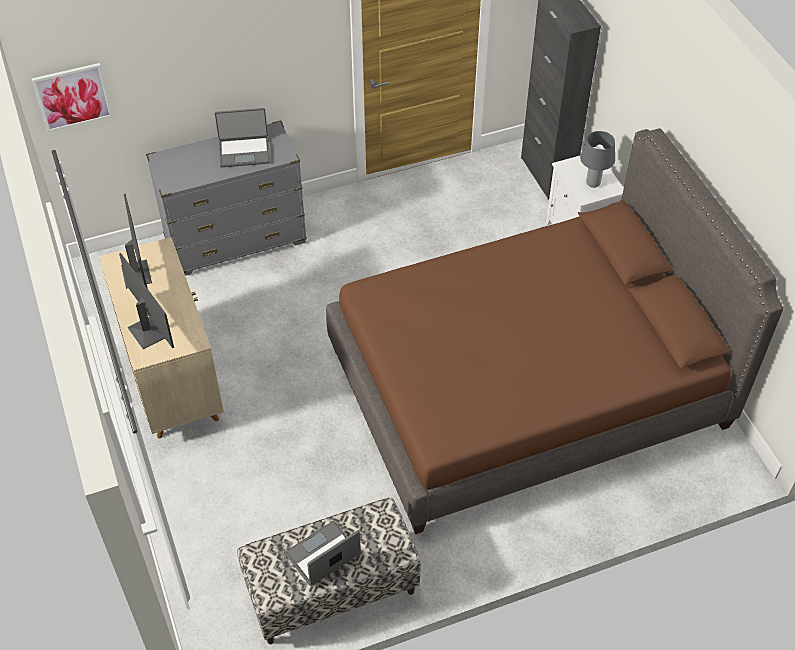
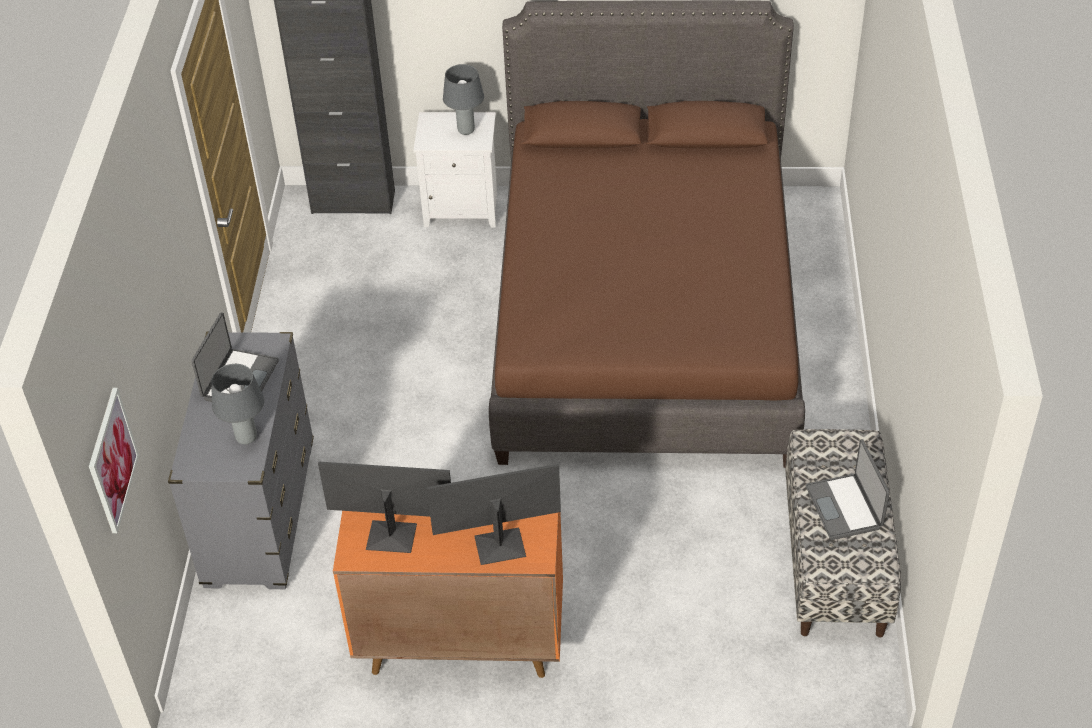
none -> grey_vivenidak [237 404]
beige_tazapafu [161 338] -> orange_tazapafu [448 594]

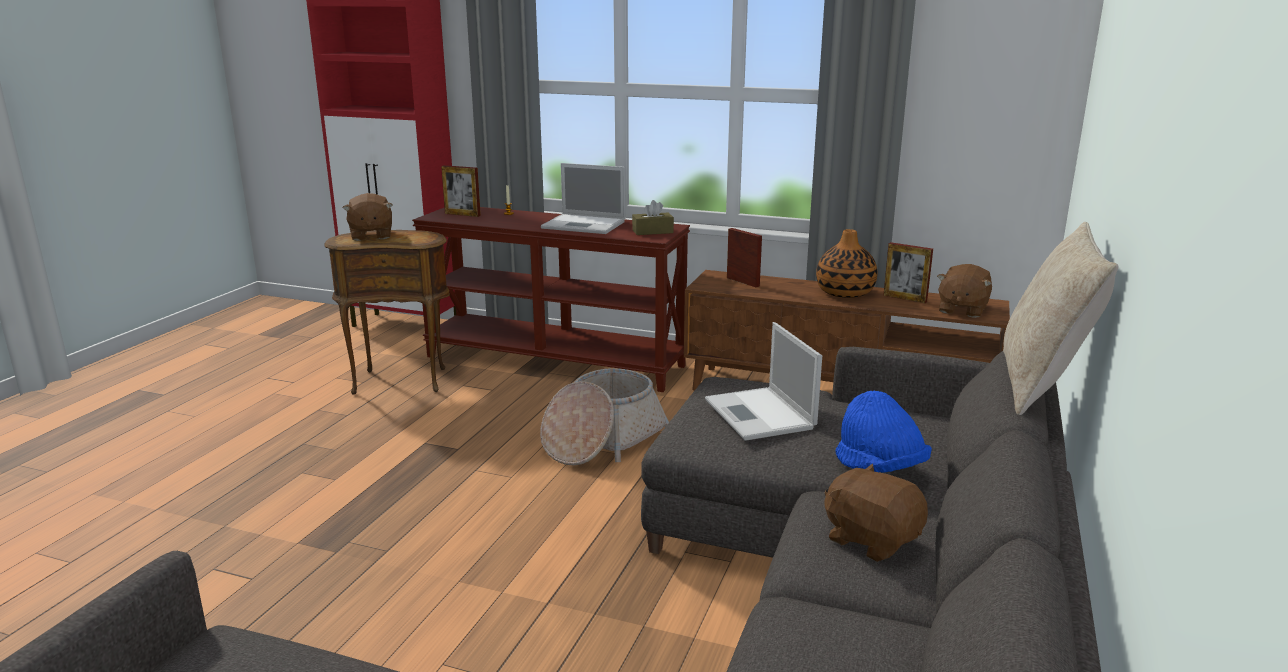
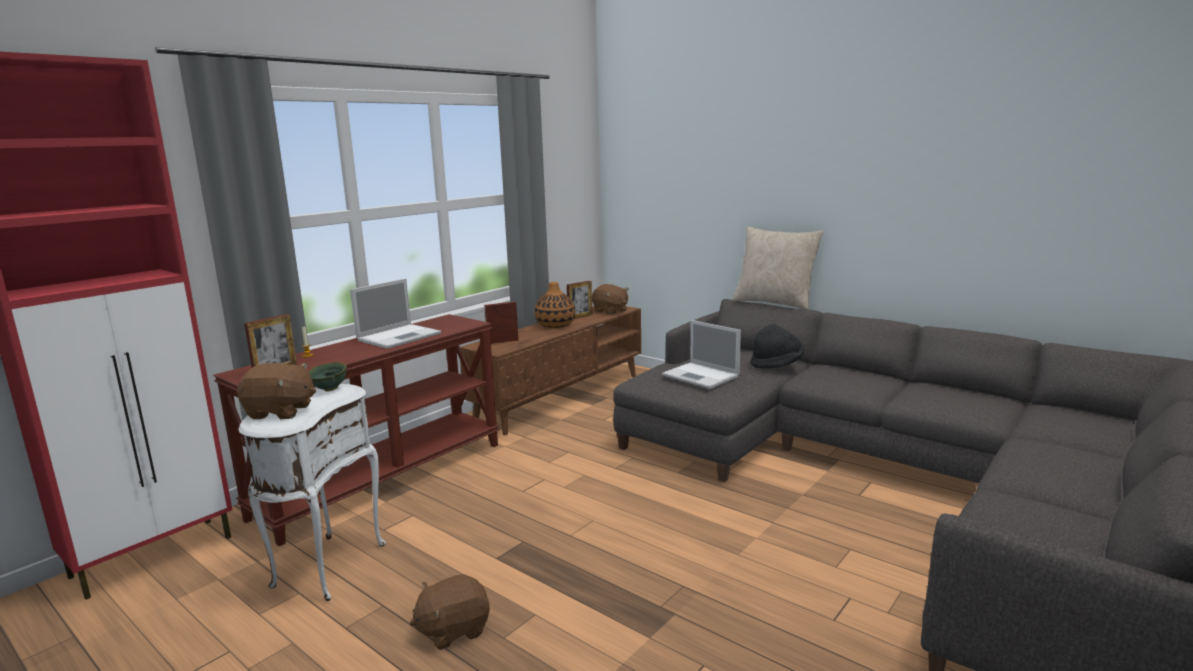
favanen [604 416] -> none
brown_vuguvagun [653 217] -> none
none -> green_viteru [327 376]
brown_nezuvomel [876 512] -> brown_nezuvomel [450 612], moved
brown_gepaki [387 312] -> white_gepaki [312 492]
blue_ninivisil [883 432] -> black_ninivisil [777 346]
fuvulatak [763 381] -> fuvulatak [701 354], 45 degrees clockwise

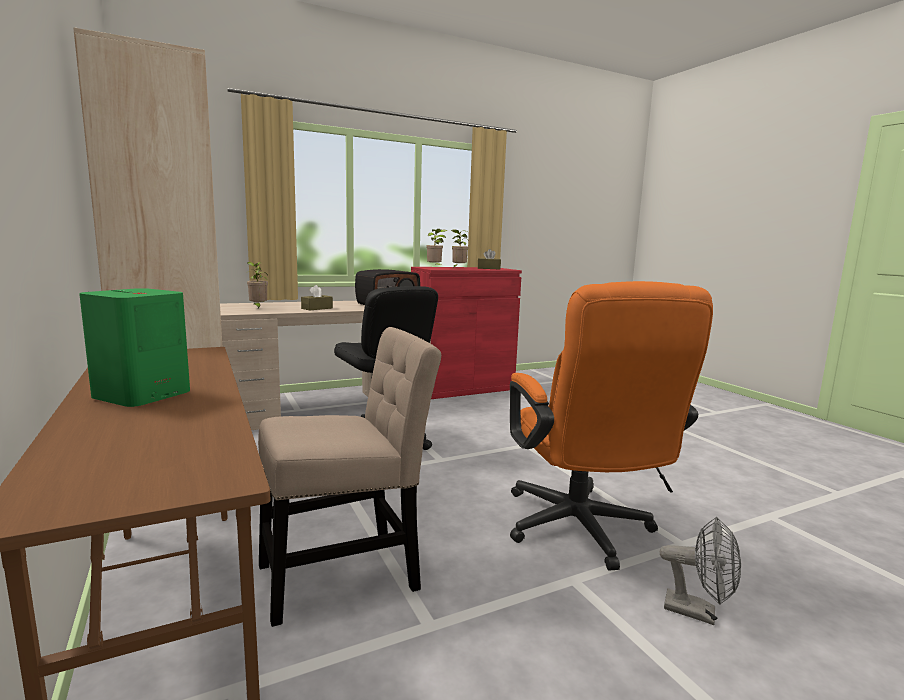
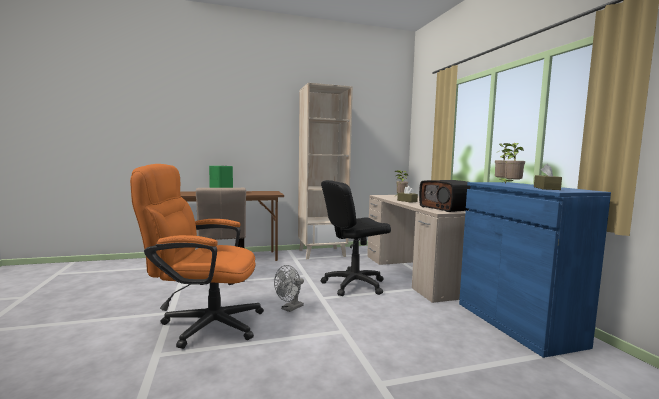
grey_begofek [700 571] -> grey_begofek [289 288], moved
red_tazapafu [466 333] -> blue_tazapafu [535 270]

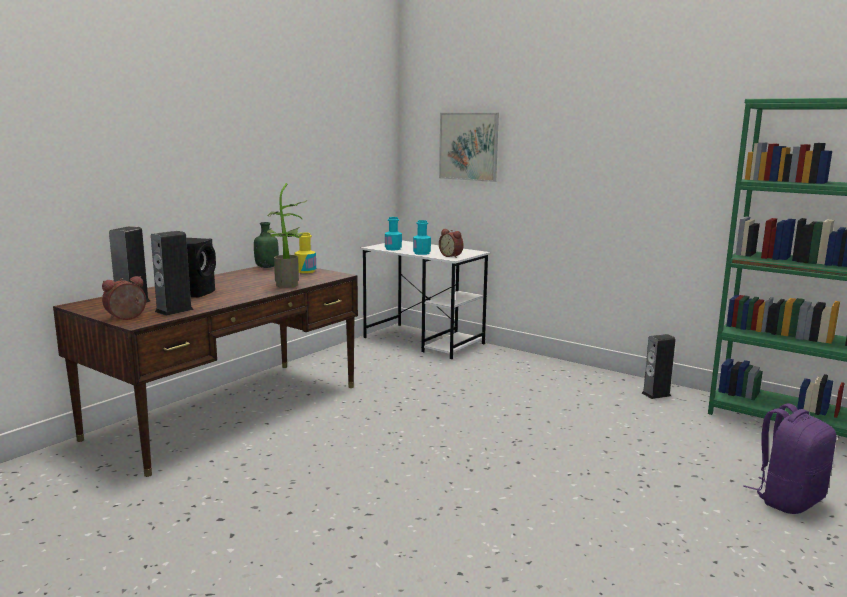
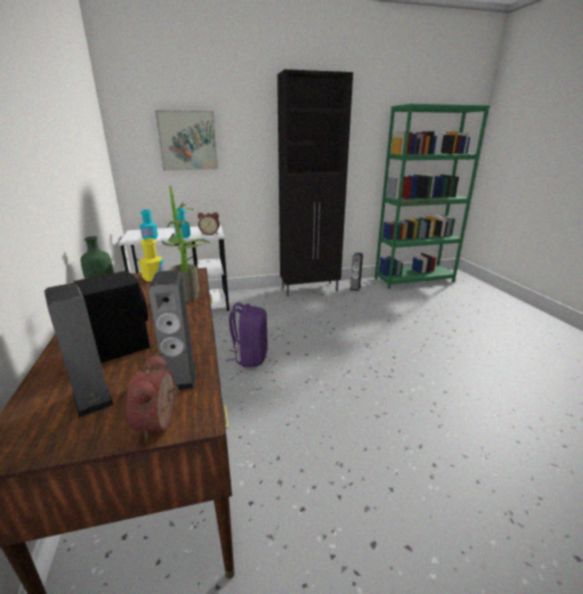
none -> black_tazapafu [315 182]
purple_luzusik [789 458] -> purple_luzusik [247 334], moved

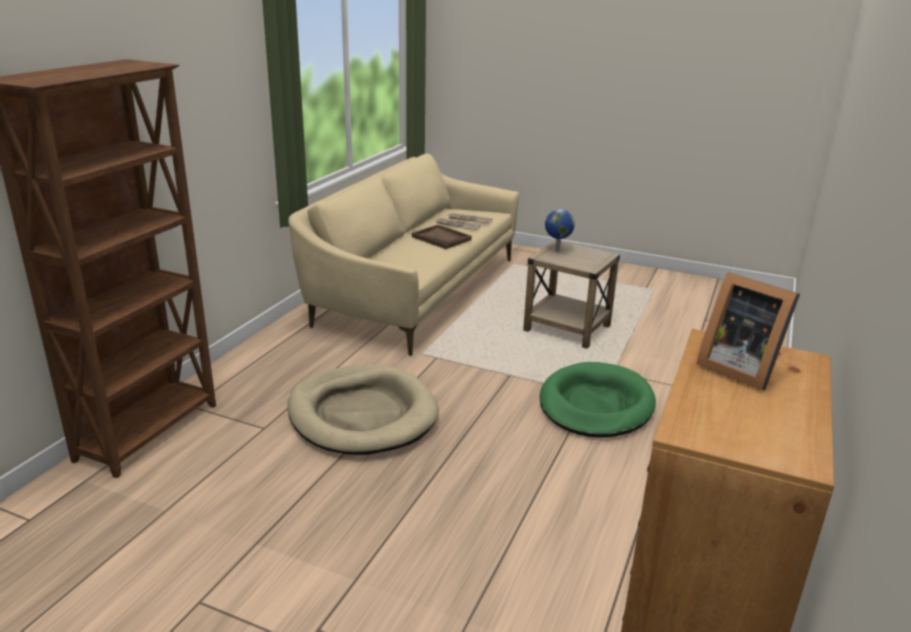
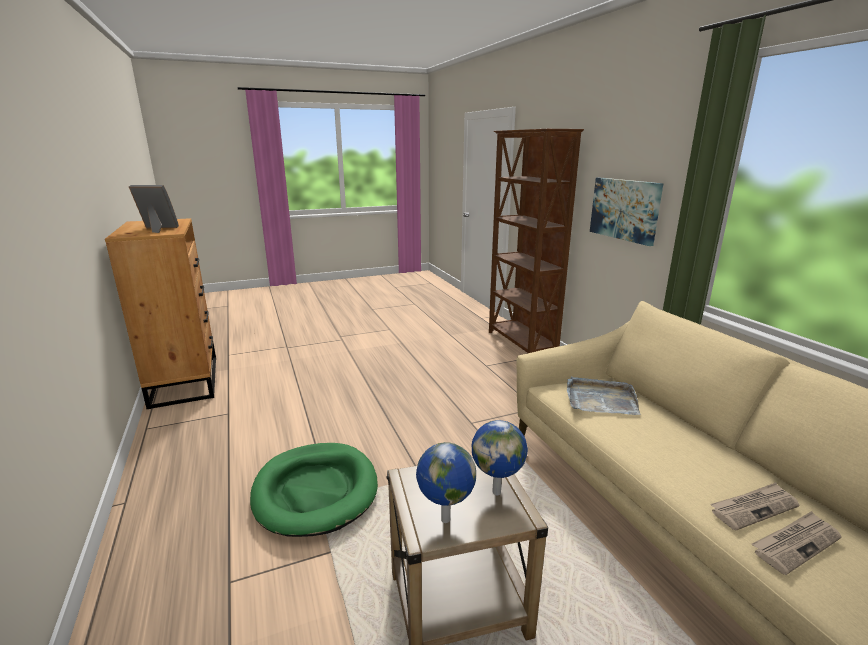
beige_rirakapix [363 409] -> none
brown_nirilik [442 237] -> none
none -> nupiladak [446 482]
none -> grey_nirilik [603 395]
none -> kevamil [626 211]

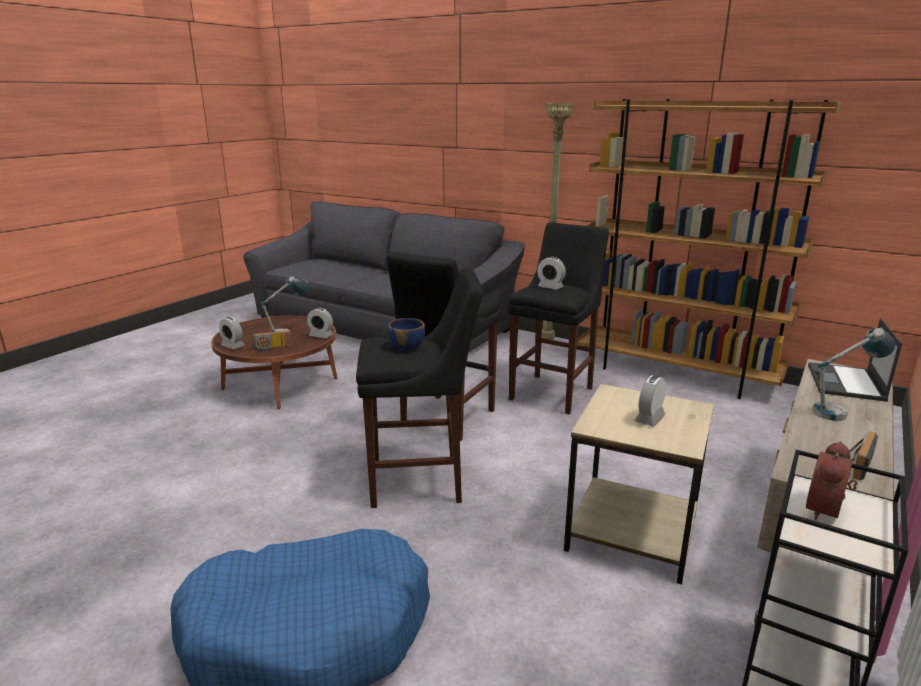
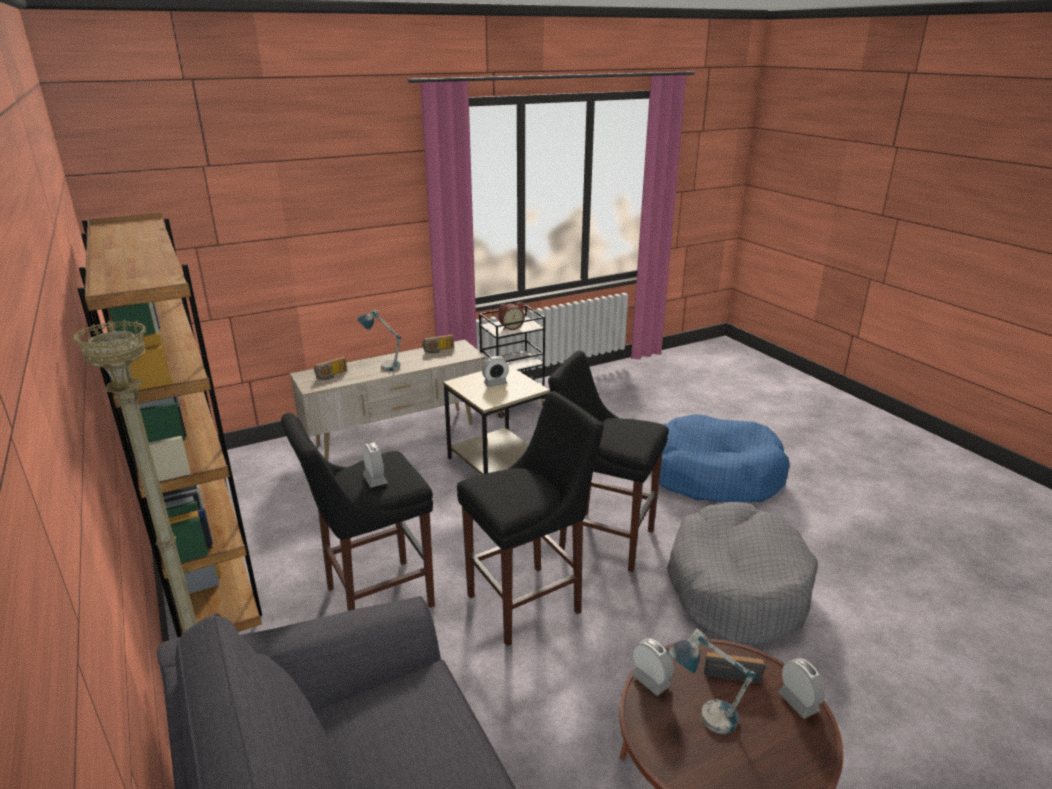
blue_viteru [406 334] -> none
none -> grey_rirakapix [742 573]
fuvulatak [855 360] -> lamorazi [330 368]

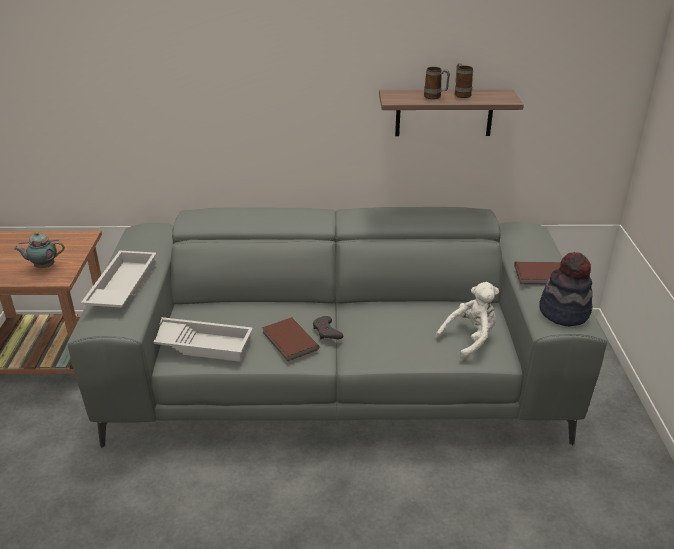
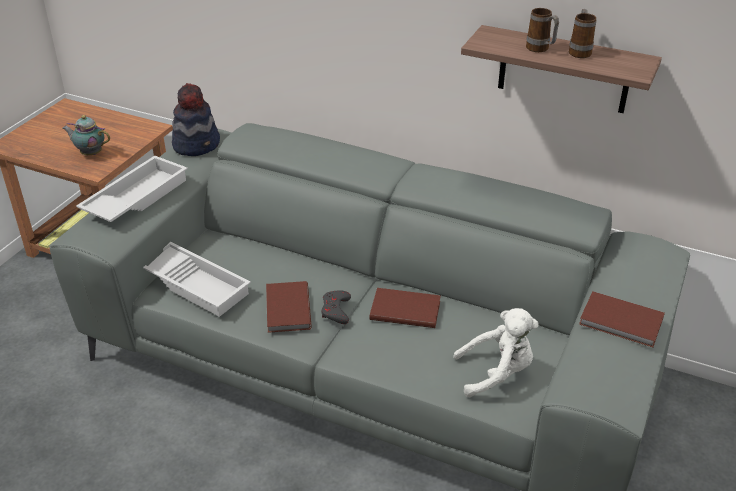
none -> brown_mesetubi [405 308]
ninivisil [566 289] -> ninivisil [196 119], moved

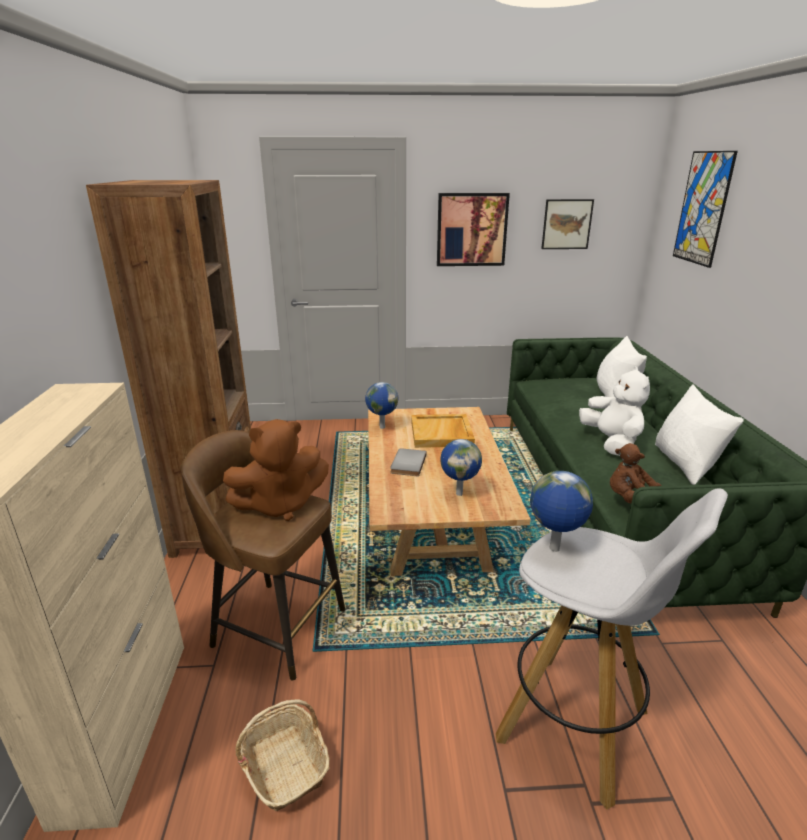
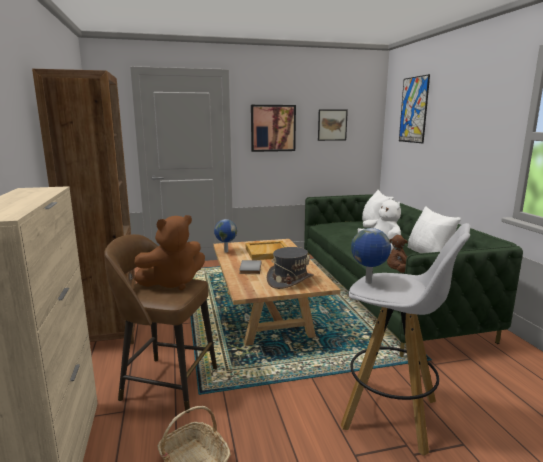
nupiladak [461 467] -> grey_ninivisil [290 268]

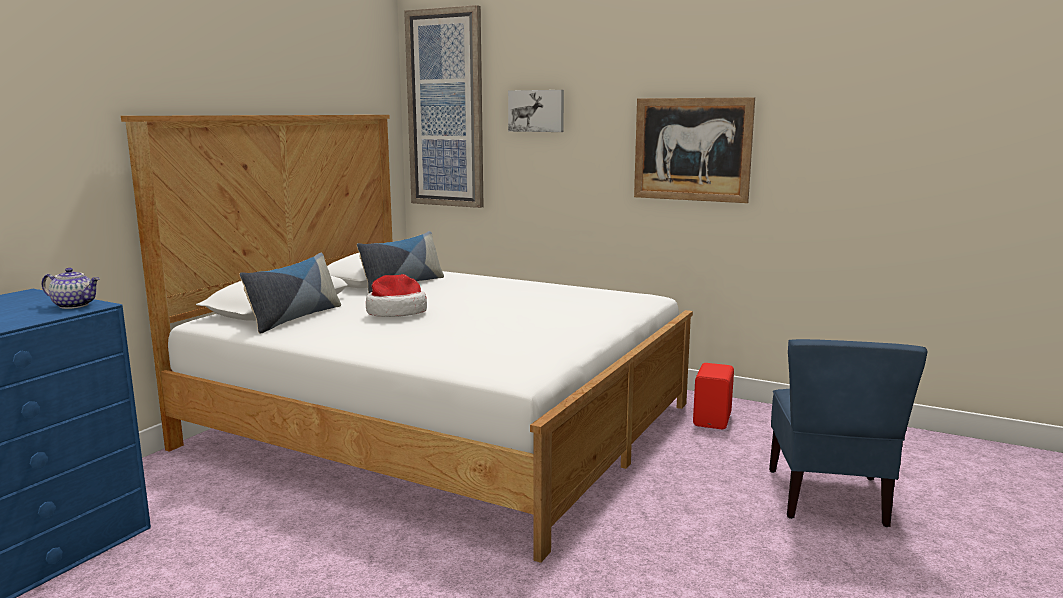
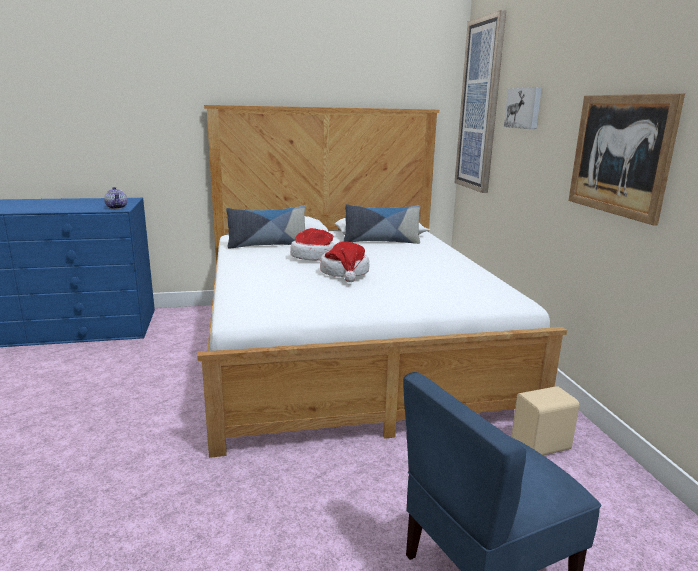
none -> ninivisil [344 262]
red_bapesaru [713 396] -> beige_bapesaru [545 420]

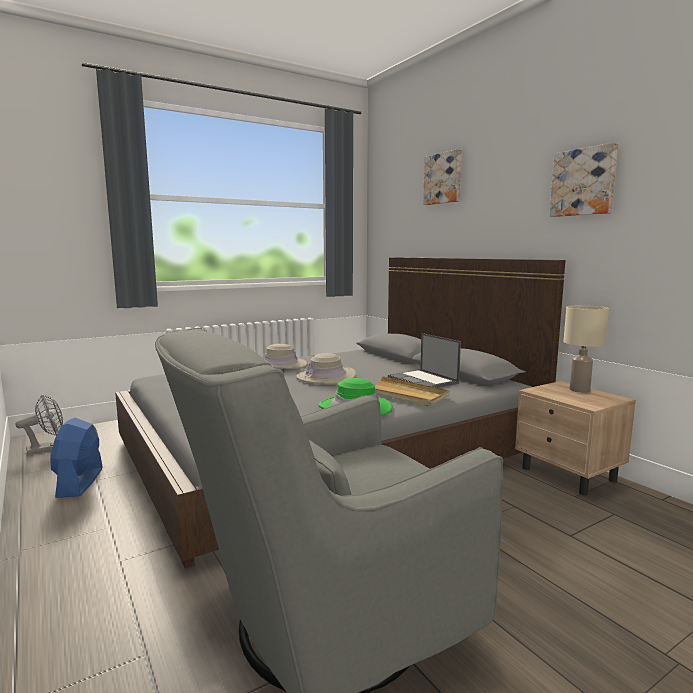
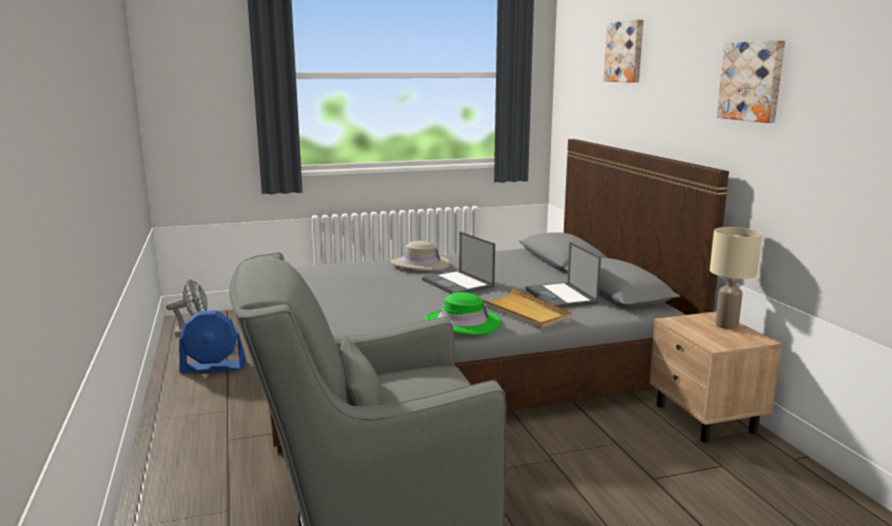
beige_ninivisil [326 368] -> fuvulatak [458 263]
blue_begofek [76 458] -> blue_begofek [212 341], 105 degrees counterclockwise

